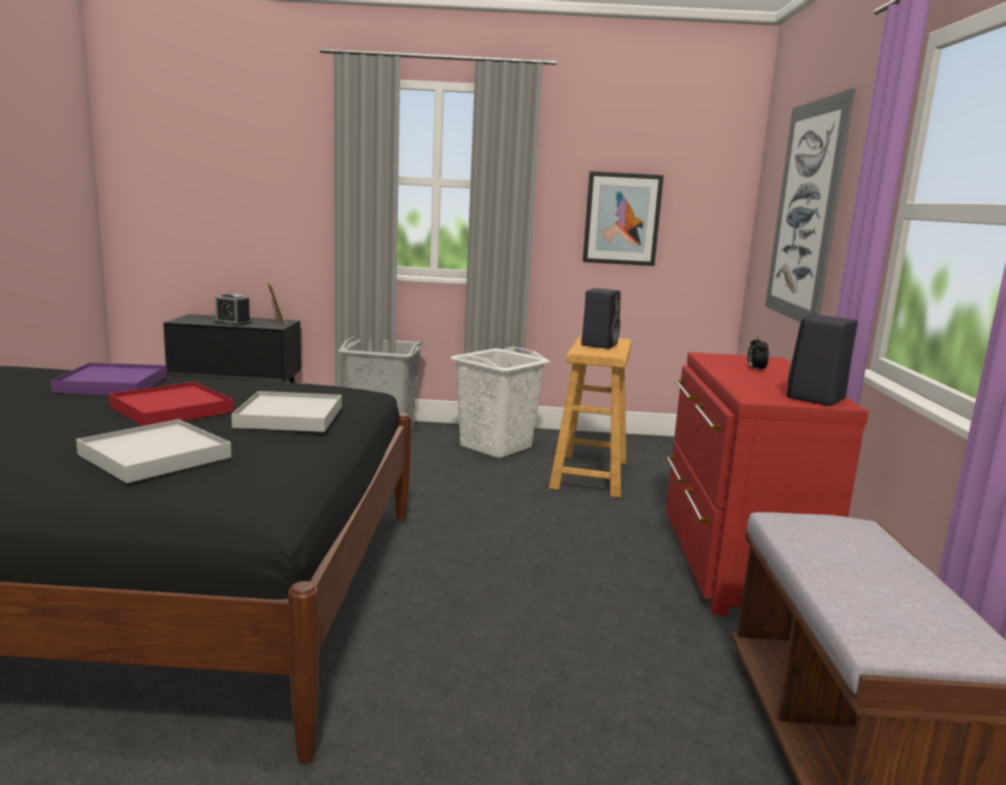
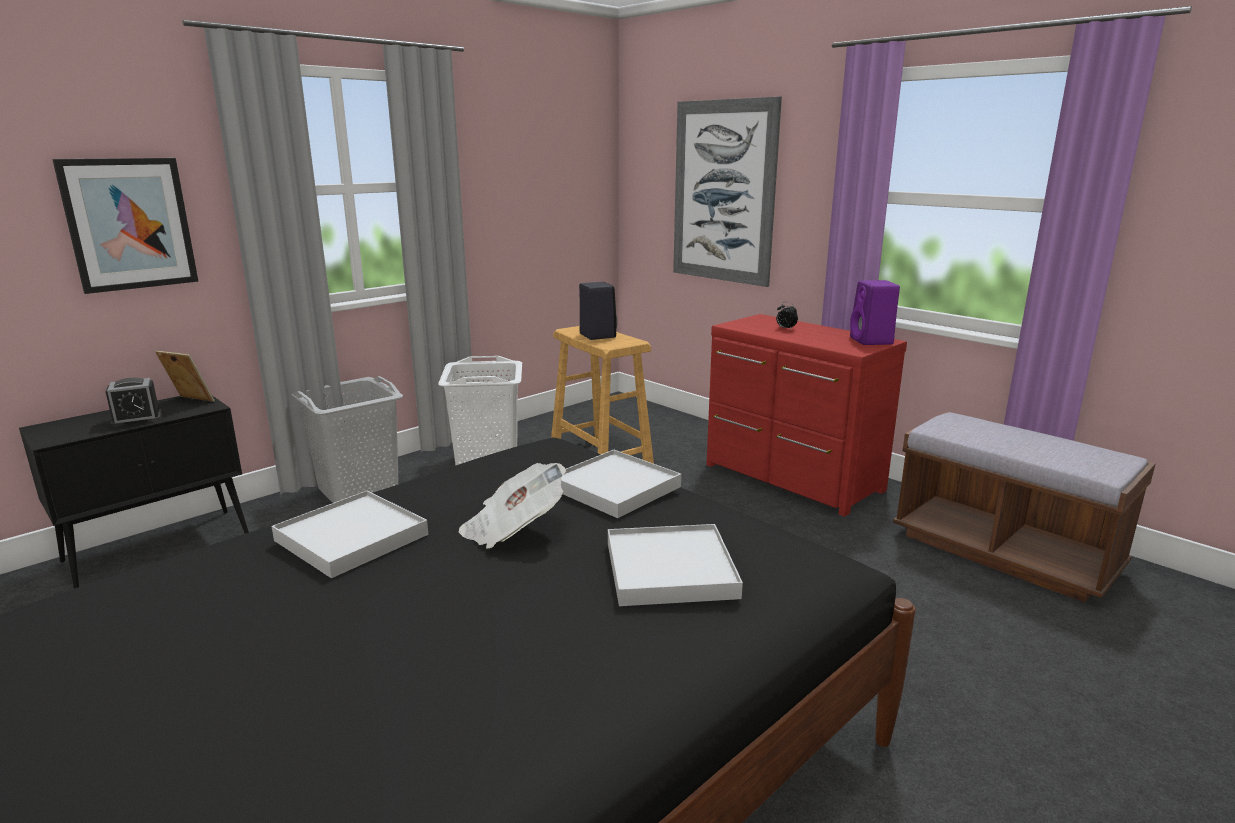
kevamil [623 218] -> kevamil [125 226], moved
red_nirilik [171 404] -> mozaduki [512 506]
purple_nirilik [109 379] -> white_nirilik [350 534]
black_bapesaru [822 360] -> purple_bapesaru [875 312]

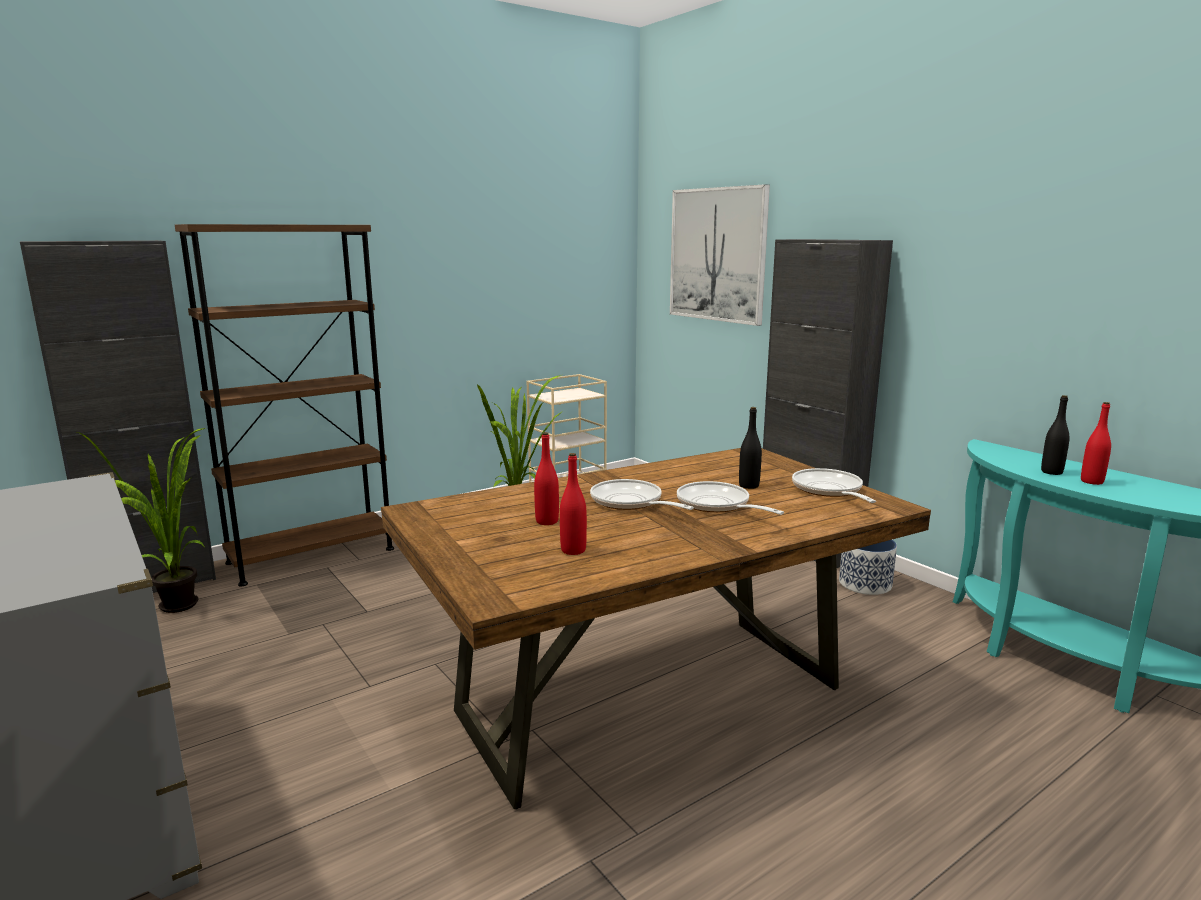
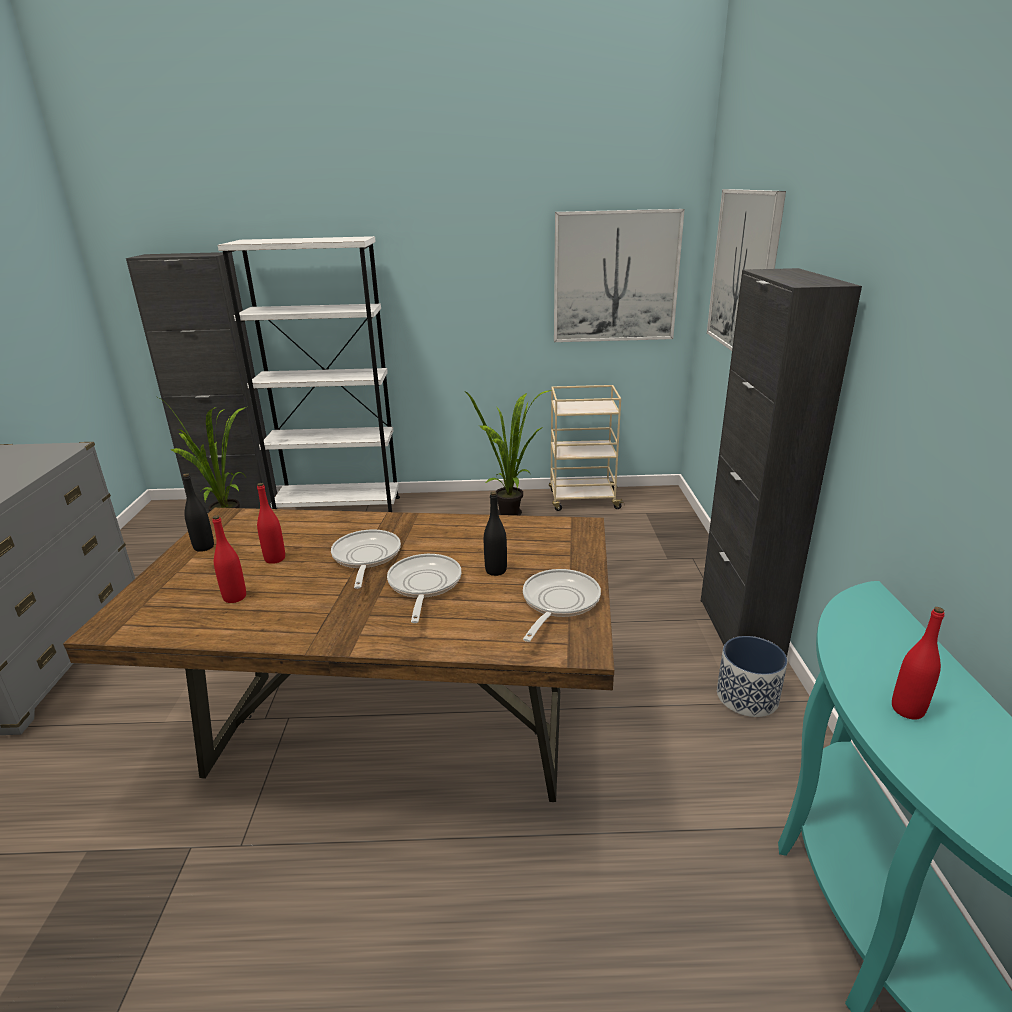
none -> kevamil [619 275]
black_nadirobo [1055 435] -> black_nadirobo [198 512], moved
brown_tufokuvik [284 405] -> white_tufokuvik [309 374]

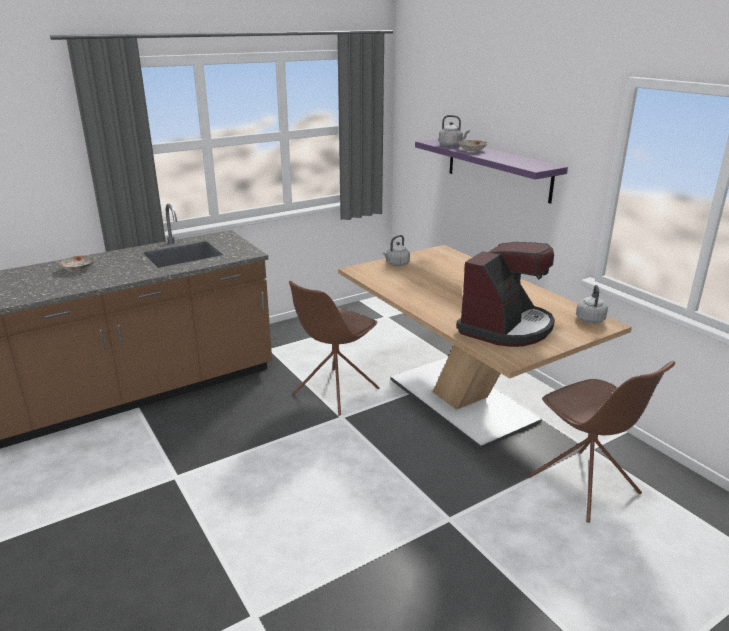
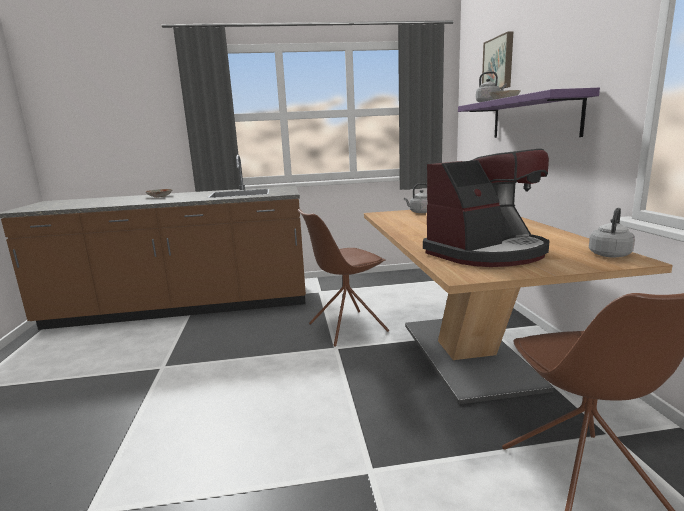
none -> kevamil [497 60]

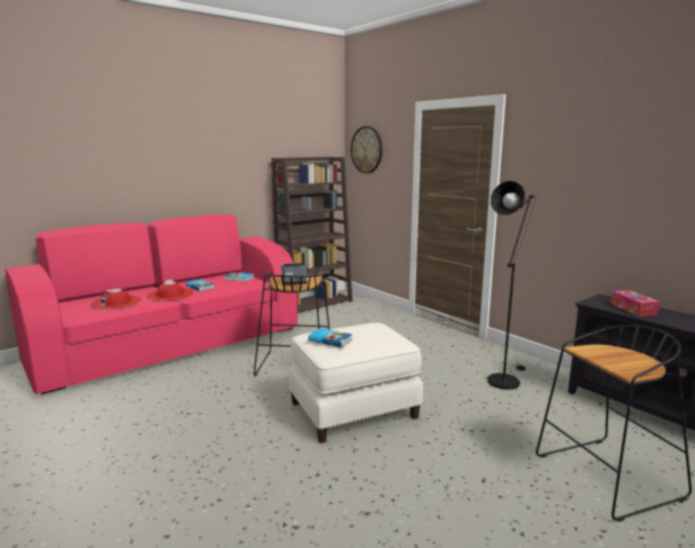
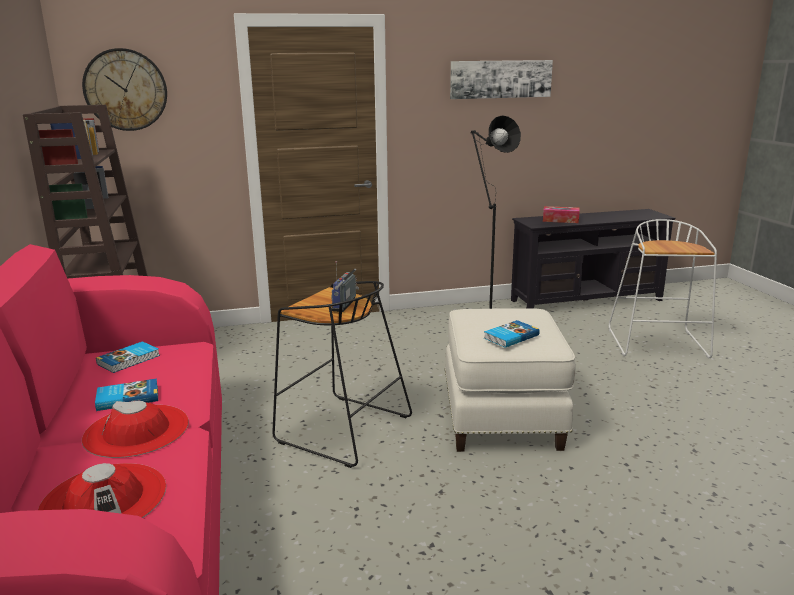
none -> kevamil [501 79]
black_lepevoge [614 423] -> white_lepevoge [663 288]

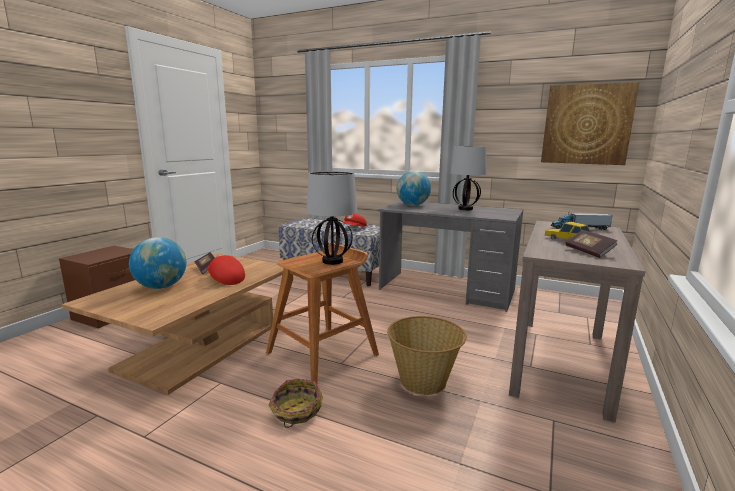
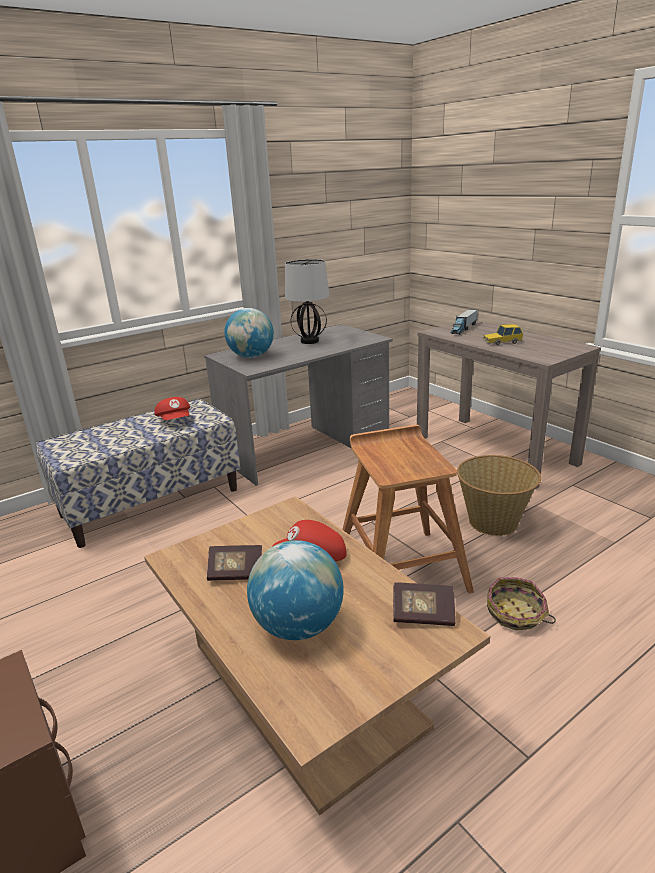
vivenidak [331 218] -> none
kevamil [590 123] -> none
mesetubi [591 244] -> mesetubi [424 604], moved

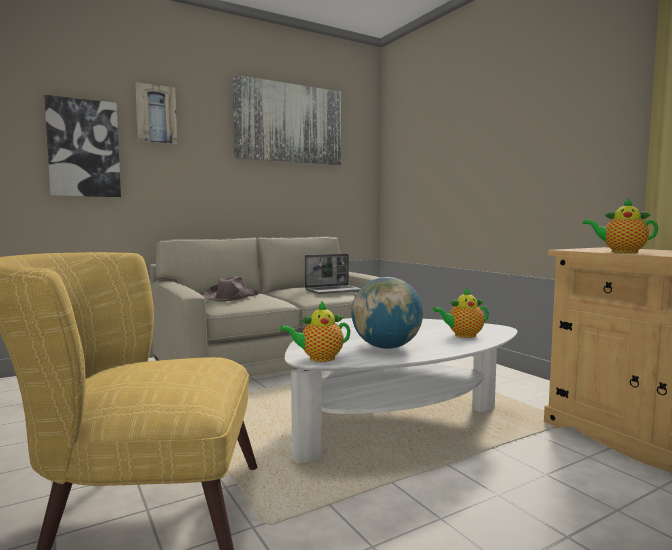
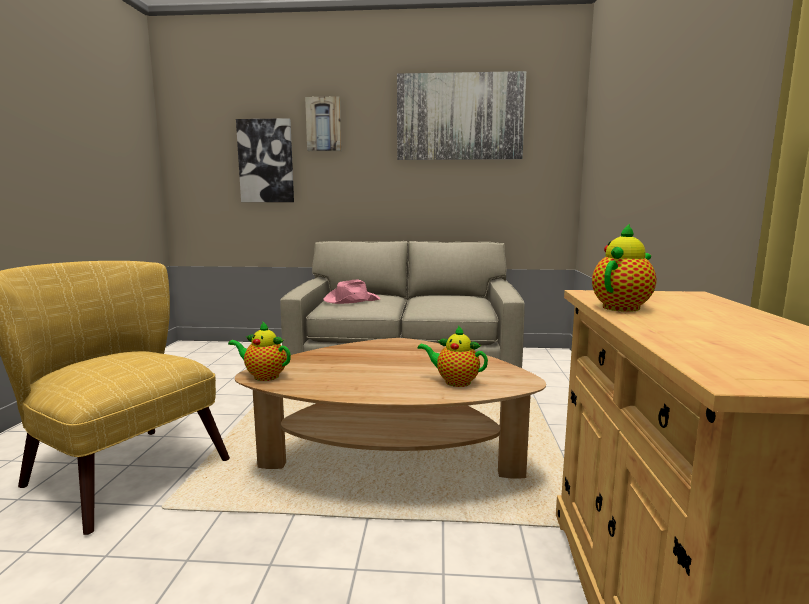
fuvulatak [332 274] -> none
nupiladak [387 313] -> none
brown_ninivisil [231 289] -> pink_ninivisil [351 291]
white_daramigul [401 390] -> brown_daramigul [390 408]
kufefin [620 225] -> kufefin [624 267], 75 degrees clockwise

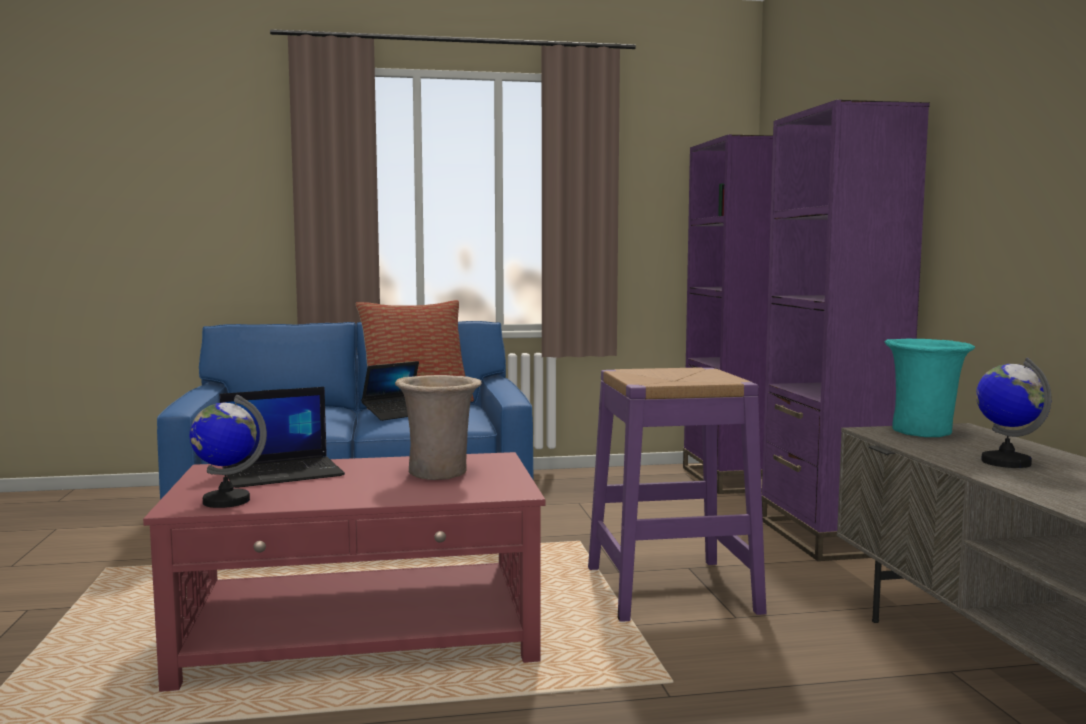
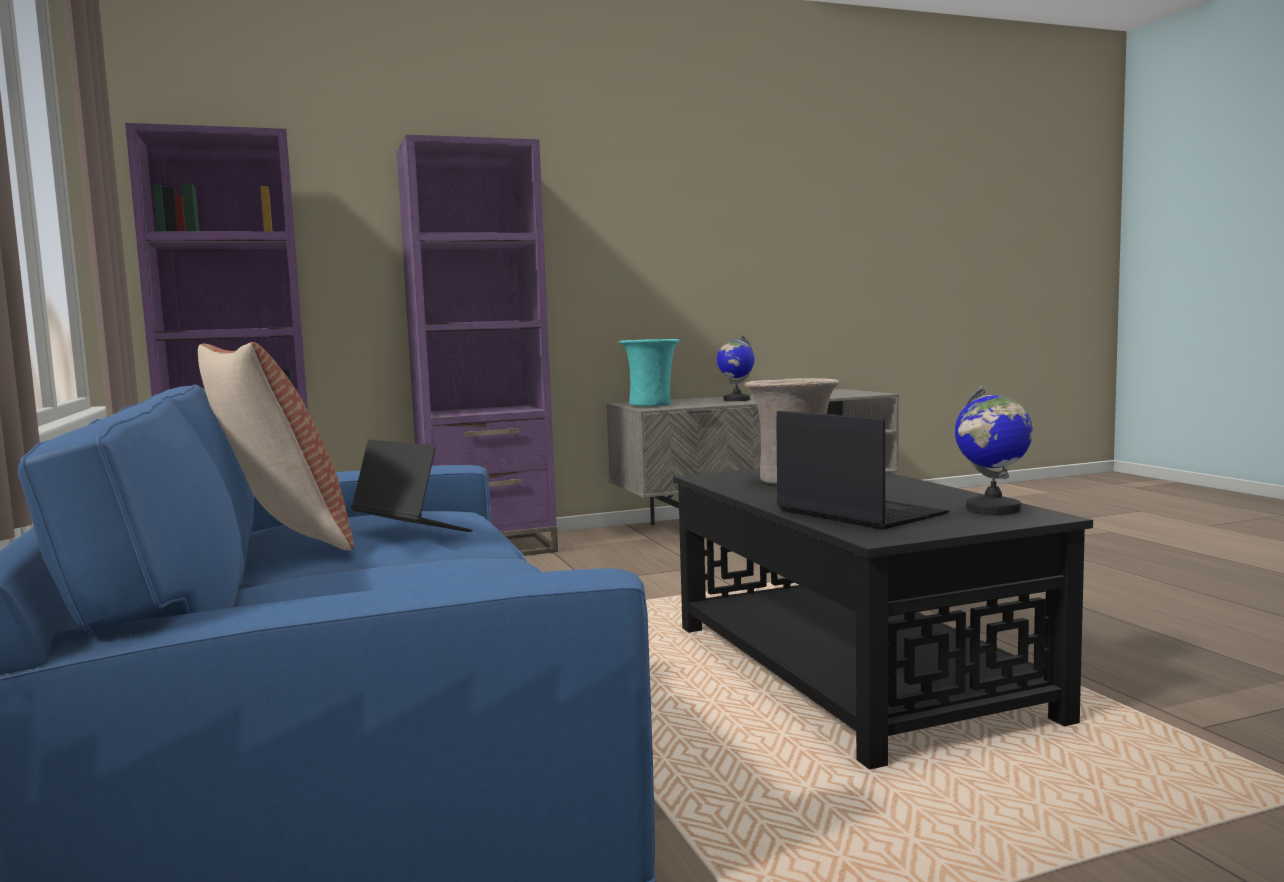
purple_lepevoge [677 494] -> none
red_daramigul [344 572] -> black_daramigul [883 619]

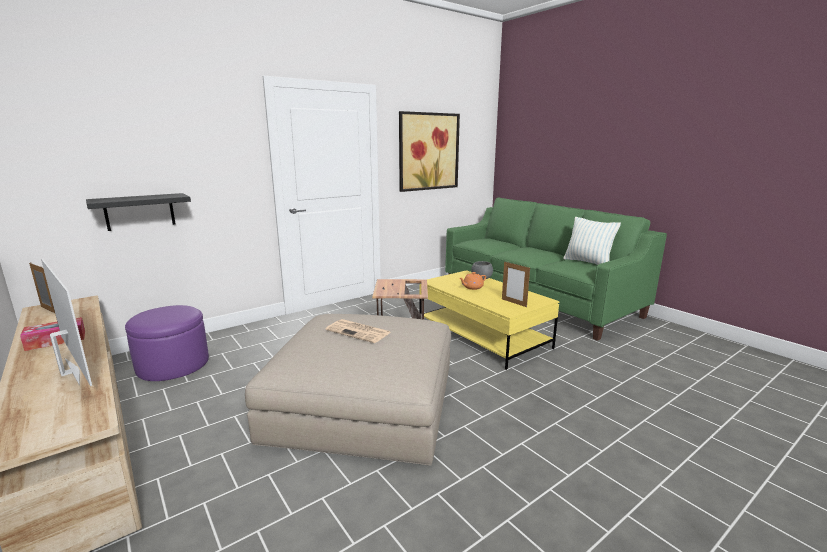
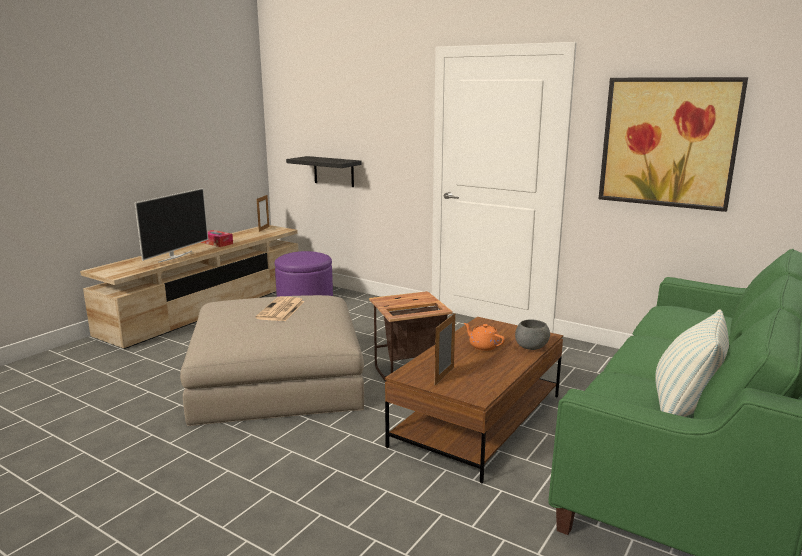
yellow_daramigul [489 320] -> brown_daramigul [474 400]

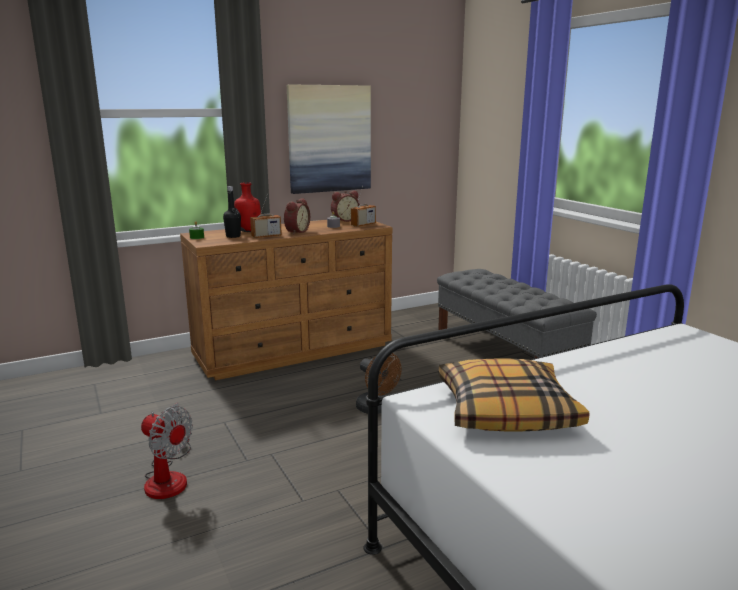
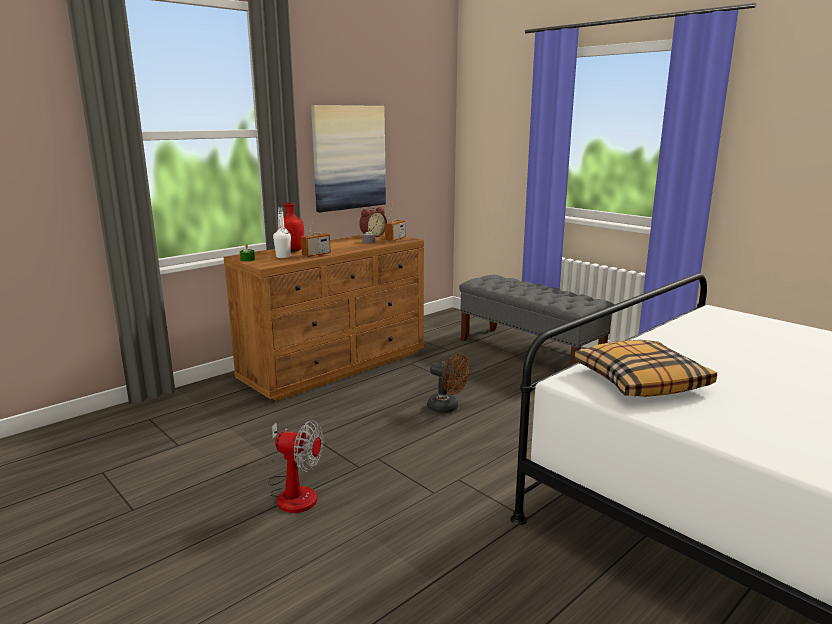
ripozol [297 216] -> none
black_nadirobo [232 212] -> white_nadirobo [282 232]

